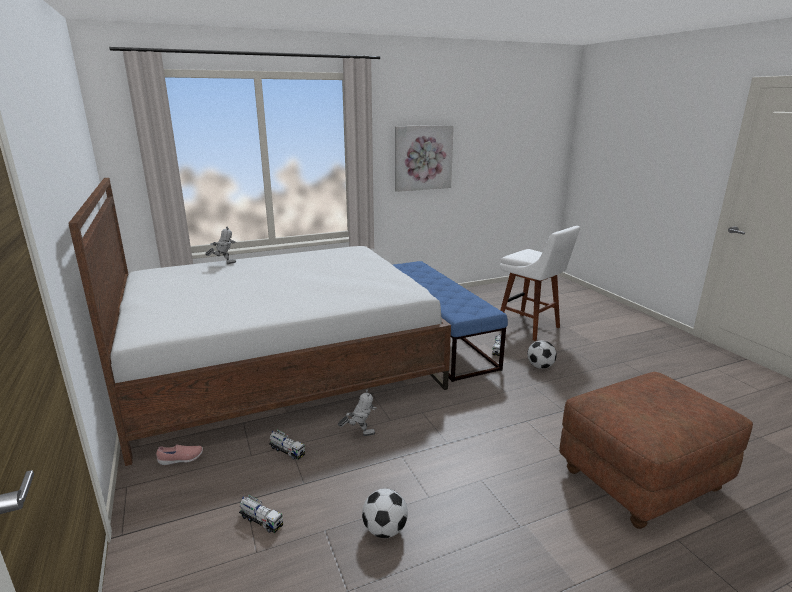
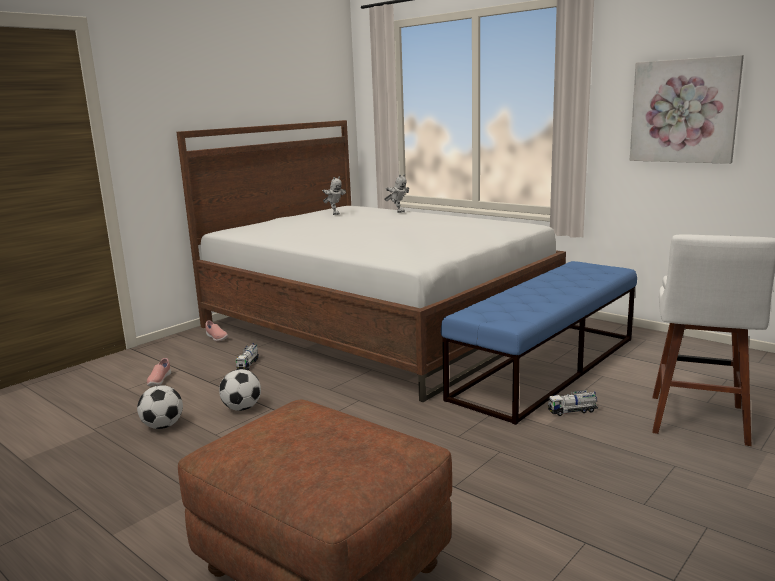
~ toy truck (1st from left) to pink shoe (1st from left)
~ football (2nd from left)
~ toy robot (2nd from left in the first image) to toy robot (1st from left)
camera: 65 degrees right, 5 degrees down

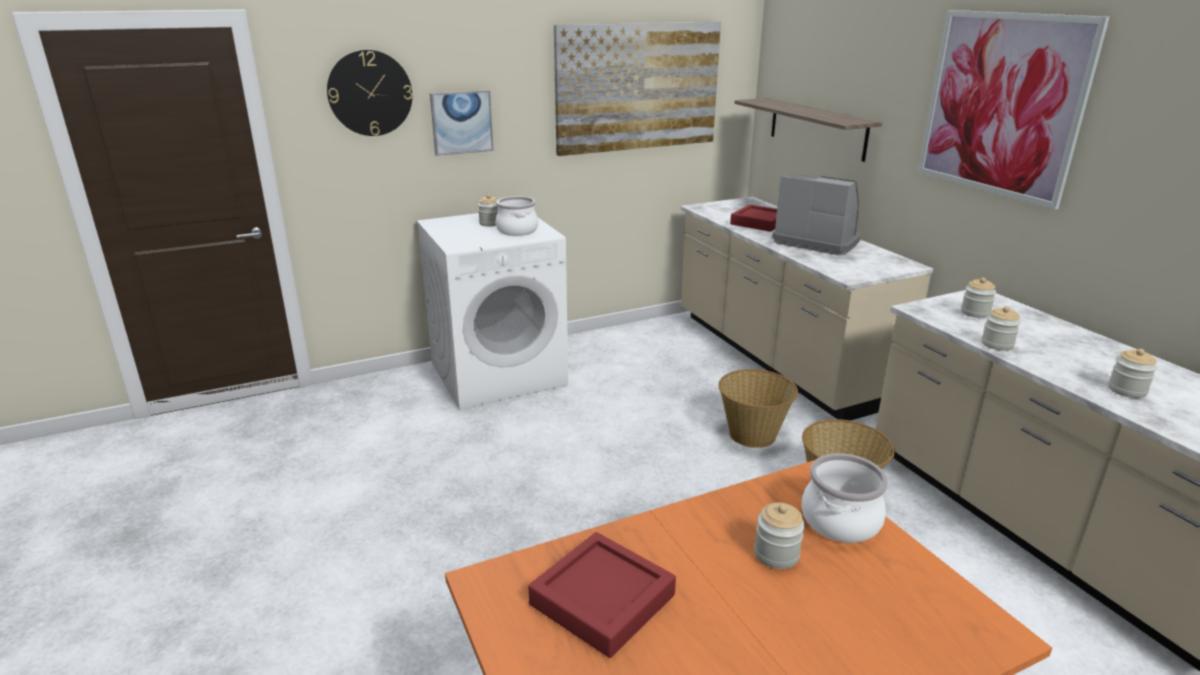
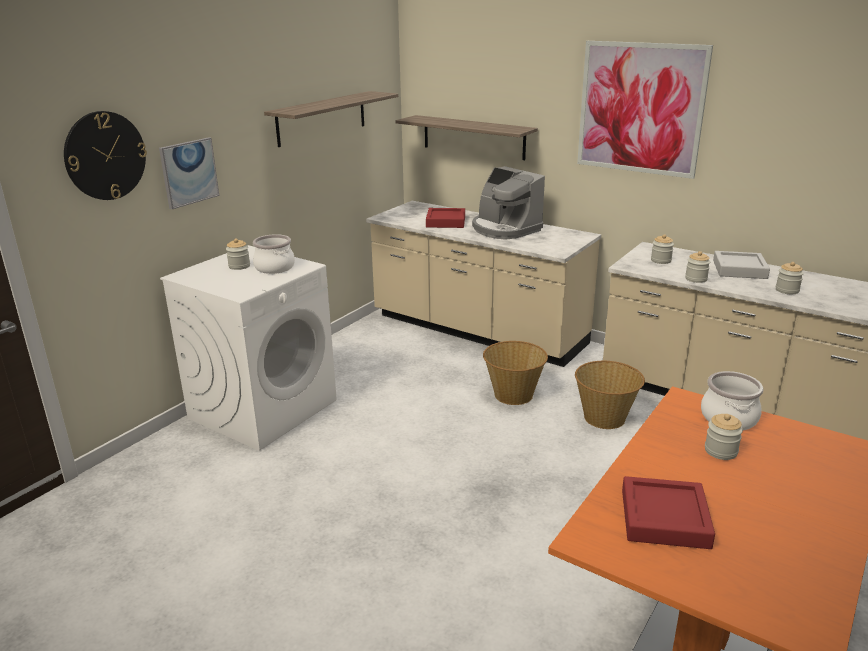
~ picture (2nd from left) to shelf (1st from left)
~ coffee machine 135 degrees counterclockwise
+ grey tray
camera: 30 degrees left, 0 degrees up

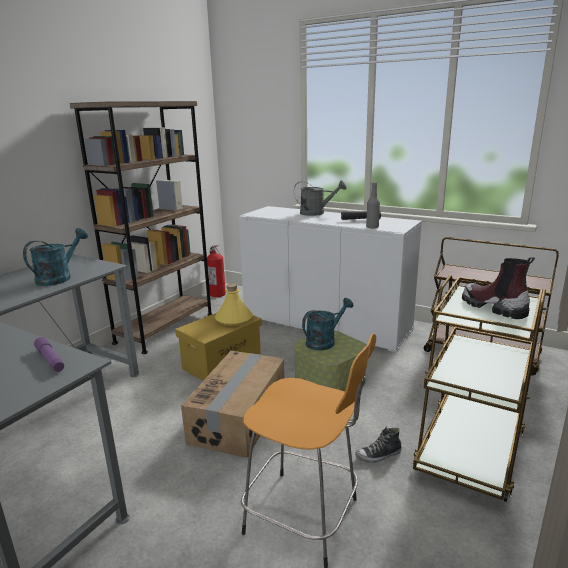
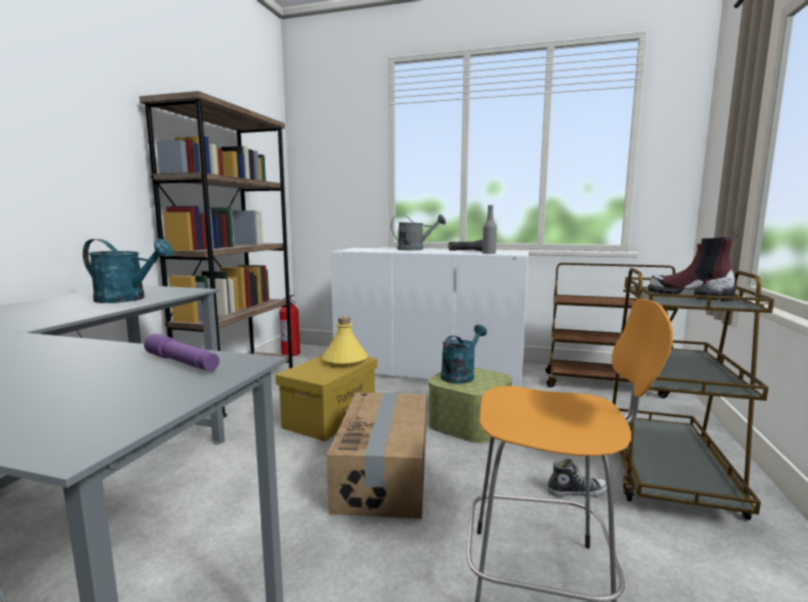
~ turquoise watering can (1st from left) 90 degrees clockwise
~ shoe 150 degrees counterclockwise
camera: 15 degrees left, 10 degrees down

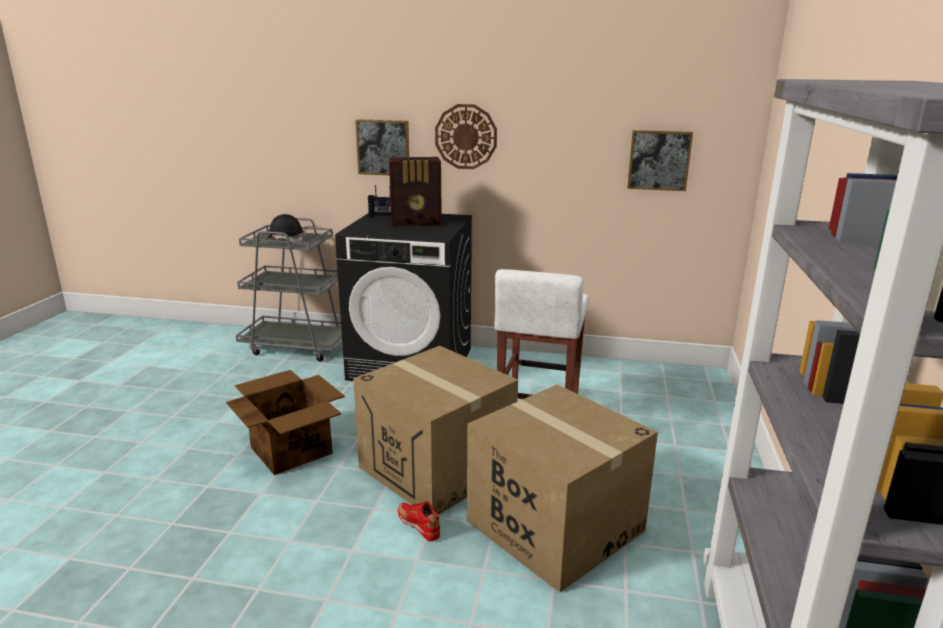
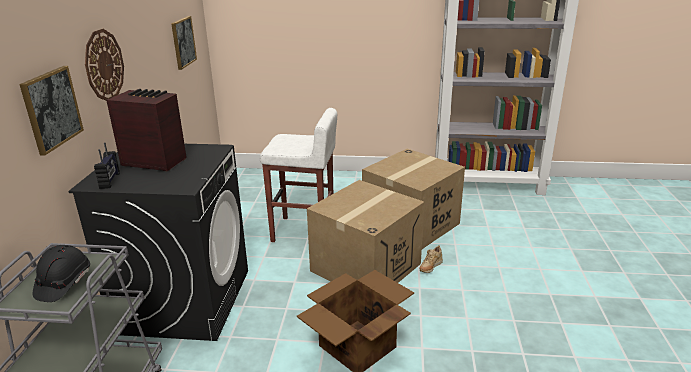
~ radio (2nd from left) 60 degrees counterclockwise
~ red shoe to beige shoe
camera: 95 degrees left, 5 degrees up

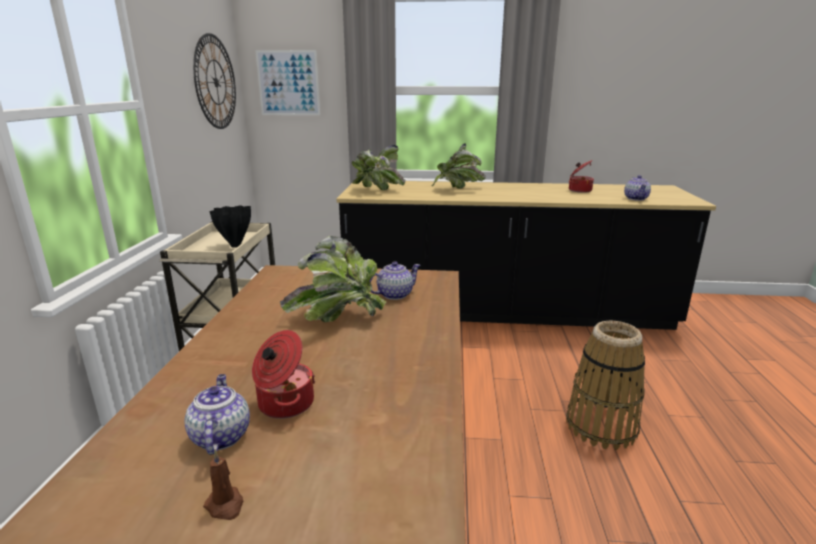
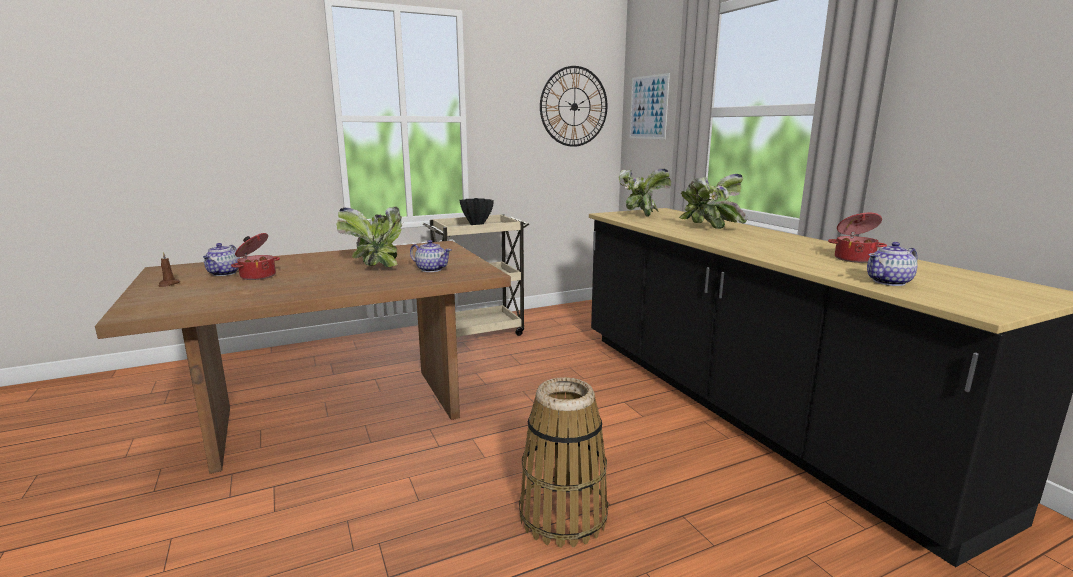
~ teapot (1st from left) 135 degrees clockwise
camera: 60 degrees right, 5 degrees down

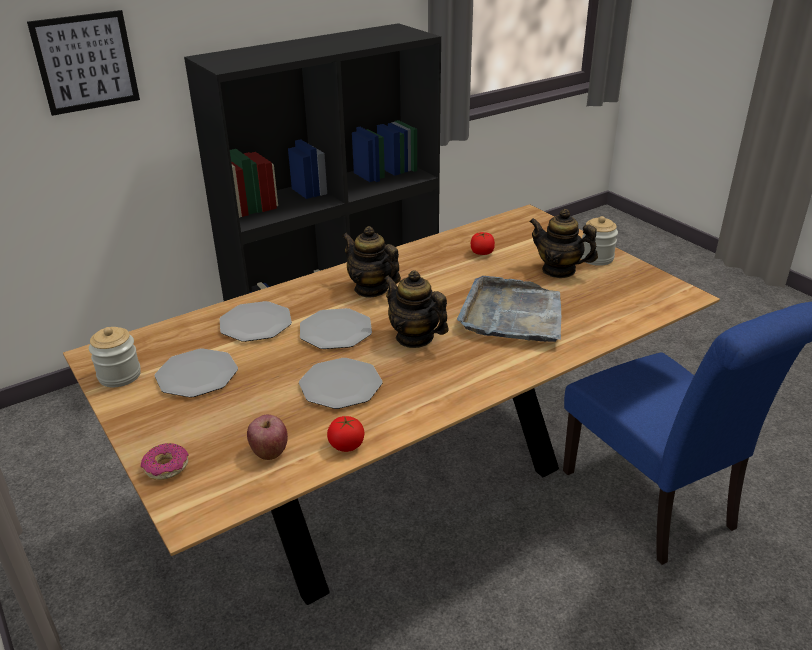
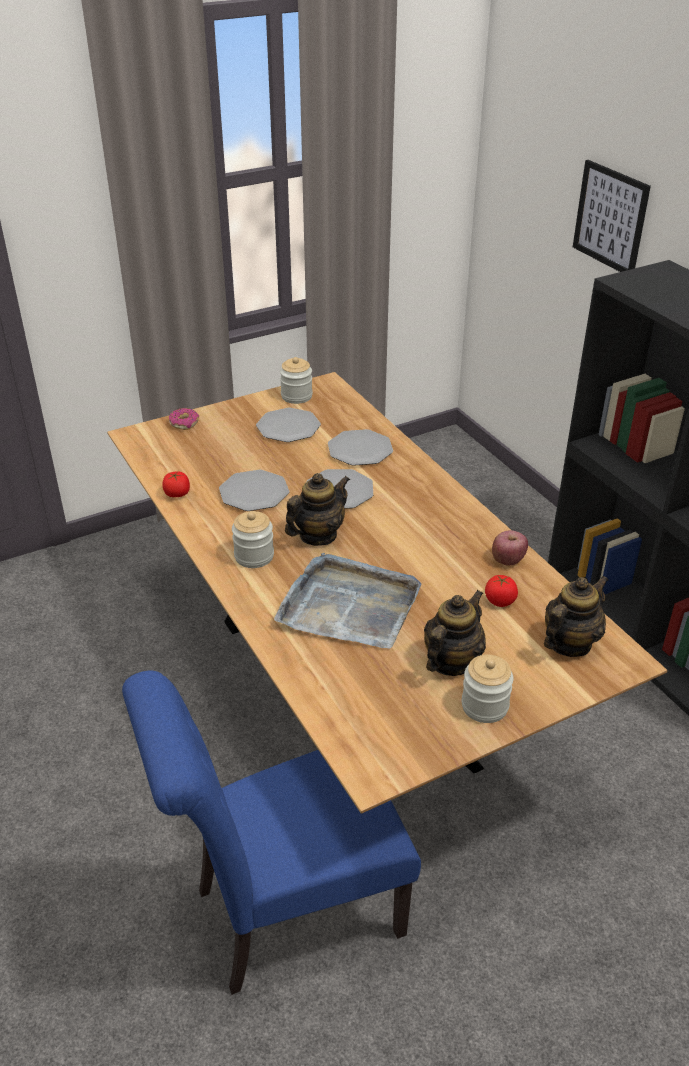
+ jar (1st from left)
~ apple
~ teapot (1st from left in the first image) to teapot (3rd from left)
camera: 95 degrees right, 5 degrees up

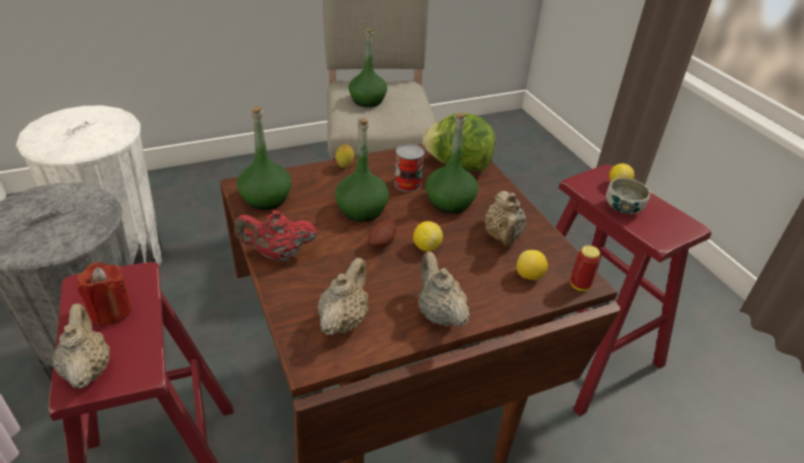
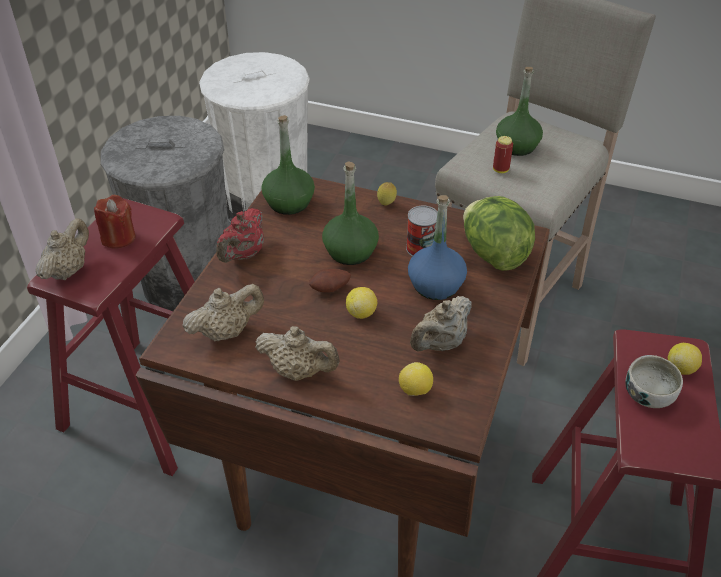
~ red teapot 105 degrees counterclockwise
~ beige teapot (3rd from left) 90 degrees clockwise
~ green bottle (4th from left) to blue bottle
~ can (2nd from left)
camera: 45 degrees right, 5 degrees up

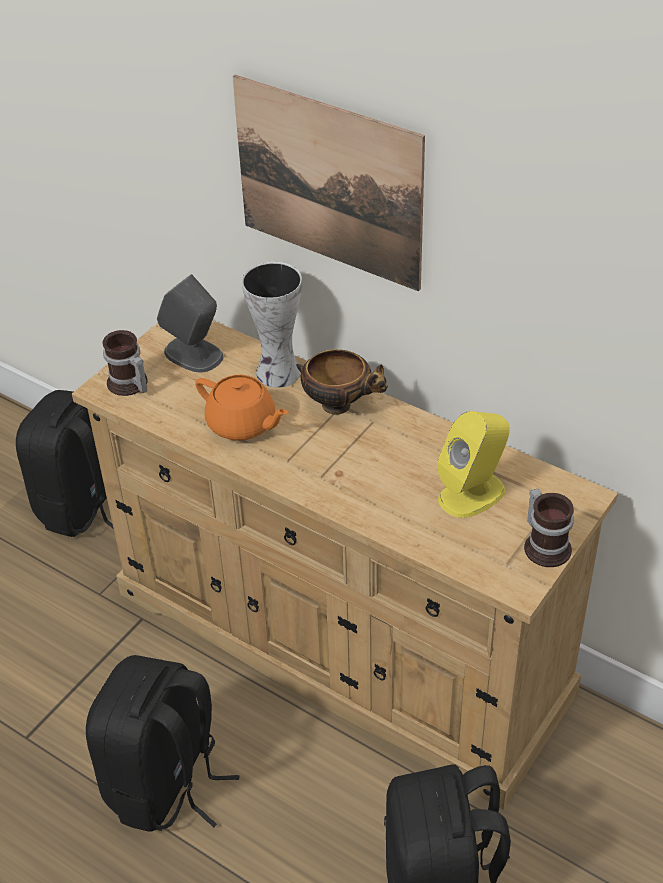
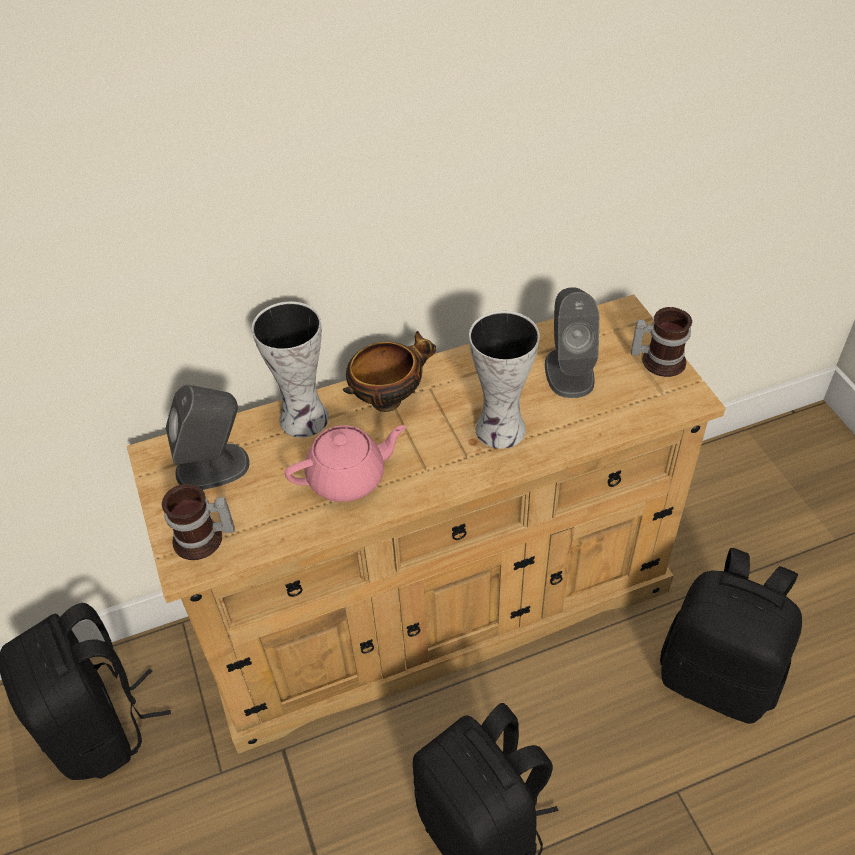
~ orange teapot to pink teapot
+ vase (2nd from left)
~ yellow speaker to grey speaker (2nd from left)
- picture
camera: 55 degrees left, 5 degrees up

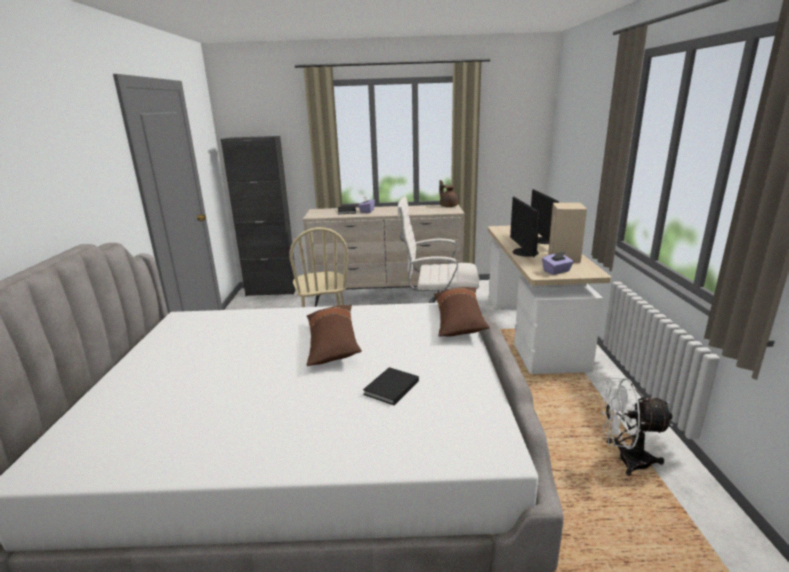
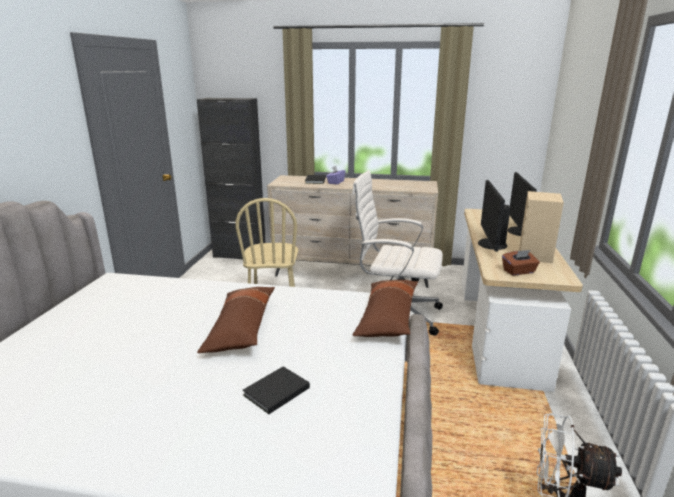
~ purple tissue box (2nd from left) to brown tissue box
- brown teapot
camera: 10 degrees right, 0 degrees up

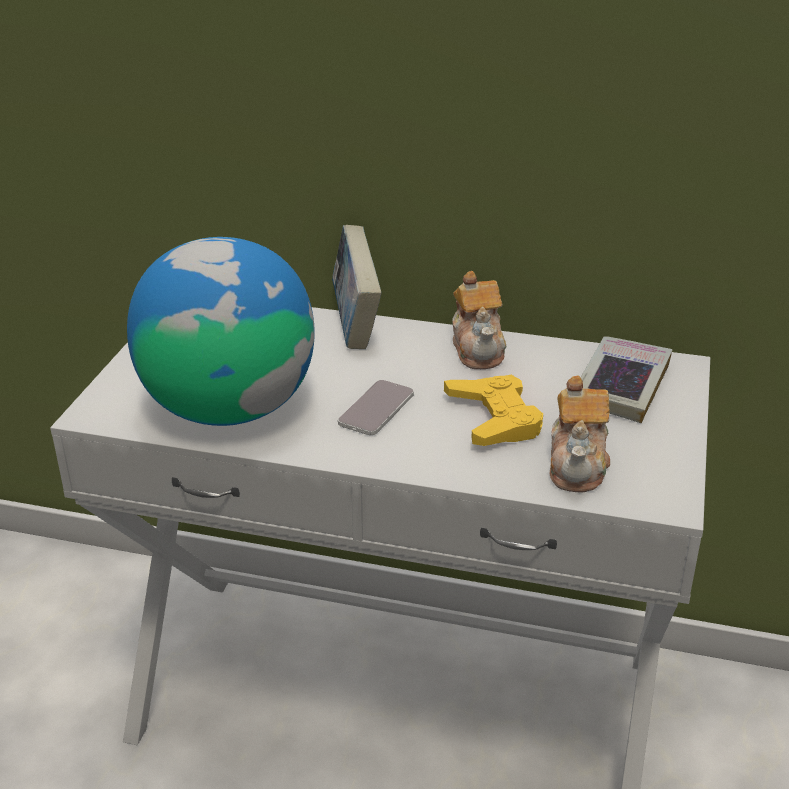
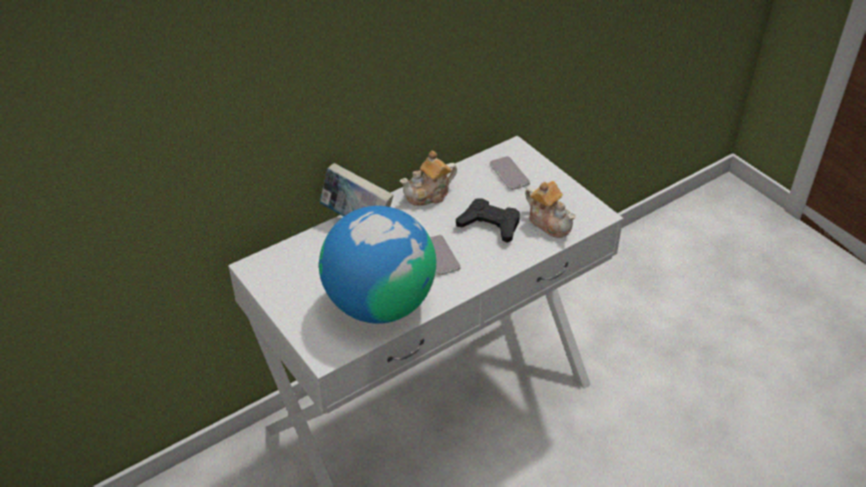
~ teapot (1st from left) 120 degrees clockwise
~ yellow game controller to black game controller
~ book (2nd from left) to phone (2nd from left)
camera: 50 degrees left, 10 degrees up

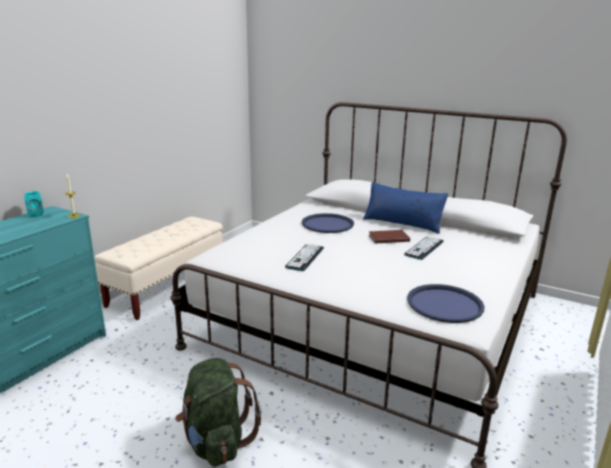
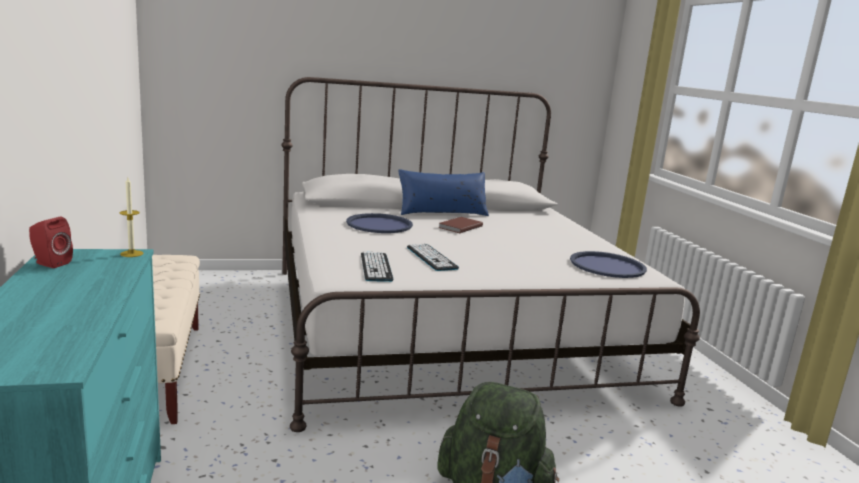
~ turquoise speaker to red speaker
~ keyboard (2nd from left in the first image) to keyboard (1st from left)
camera: 45 degrees left, 5 degrees down

